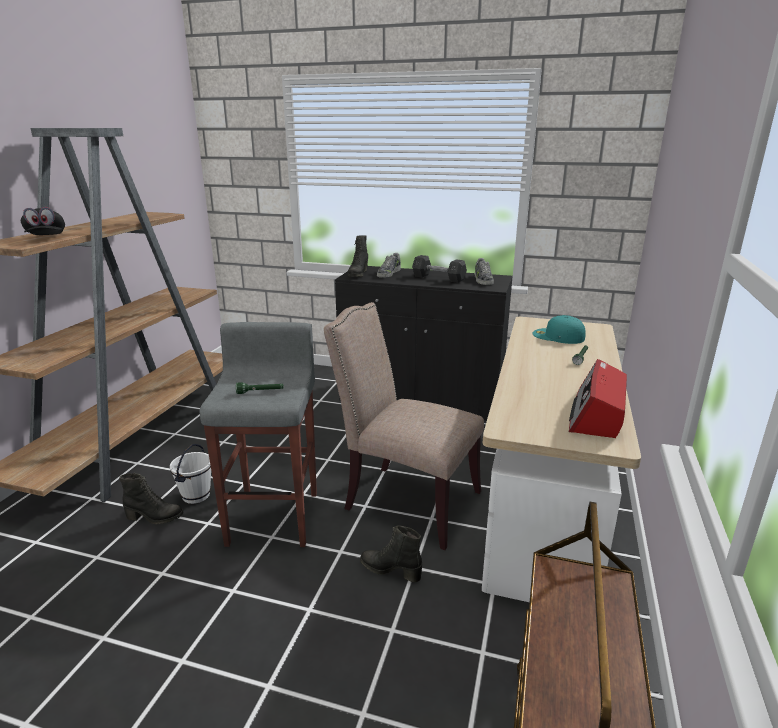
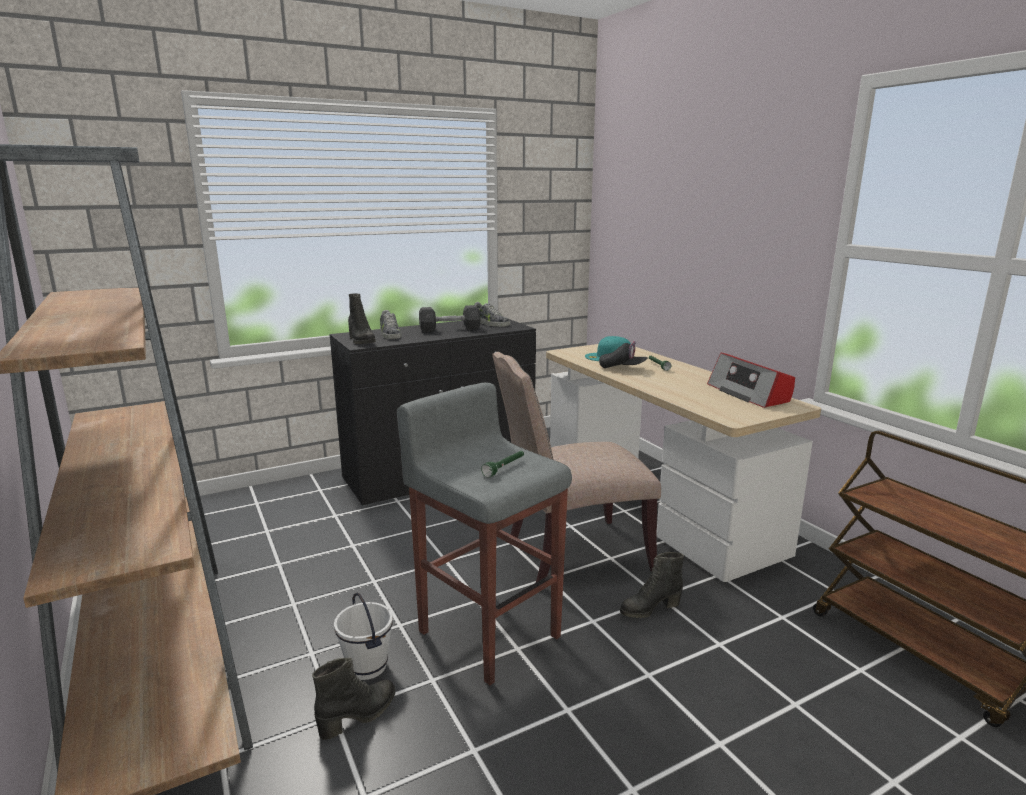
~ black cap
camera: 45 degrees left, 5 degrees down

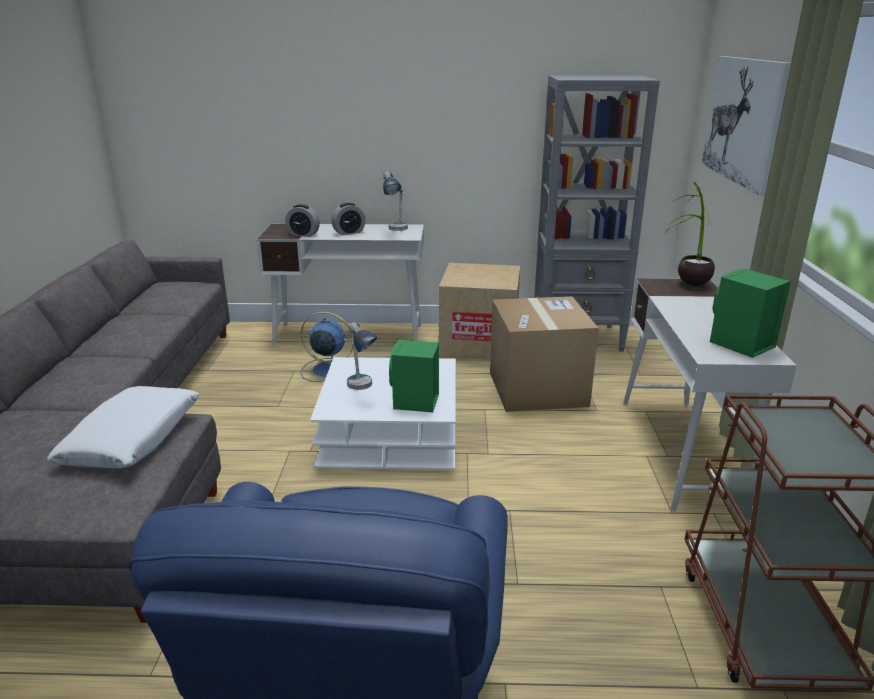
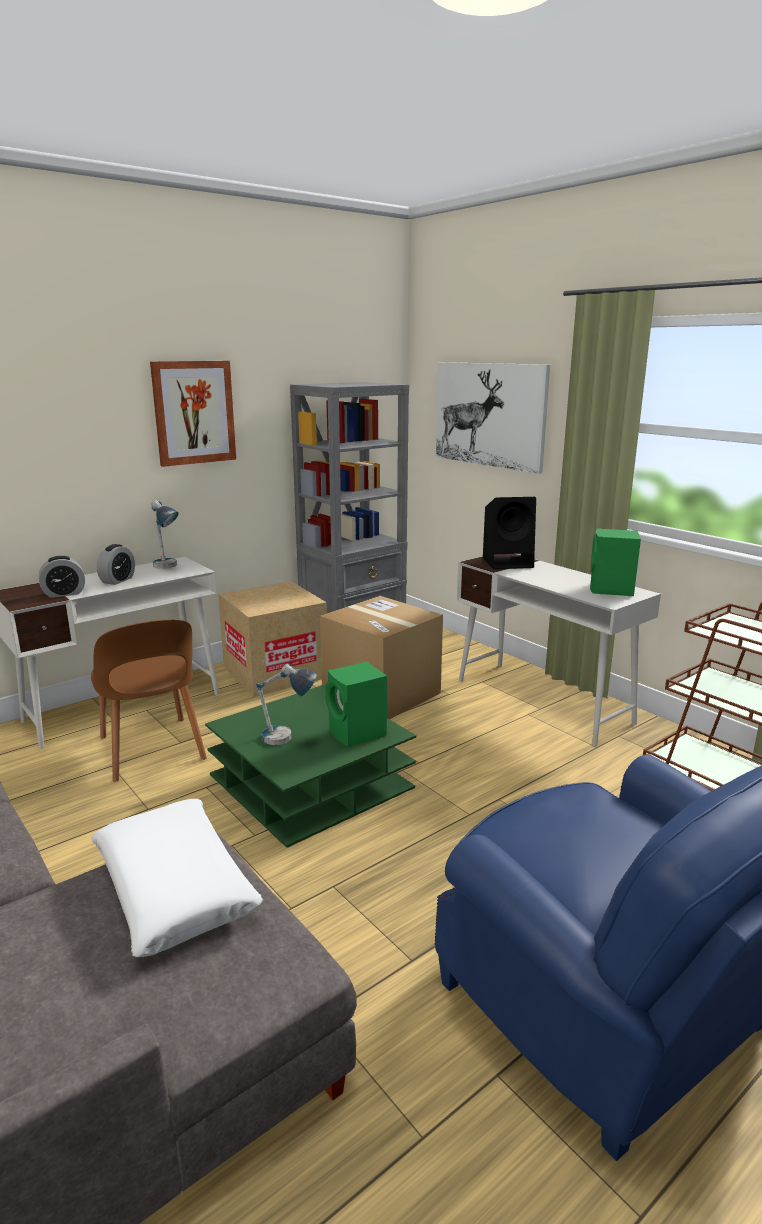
~ blue fan to brown chair
+ picture (1st from left)
~ white coffee table to green coffee table
~ potted plant to black speaker
camera: 40 degrees left, 5 degrees down

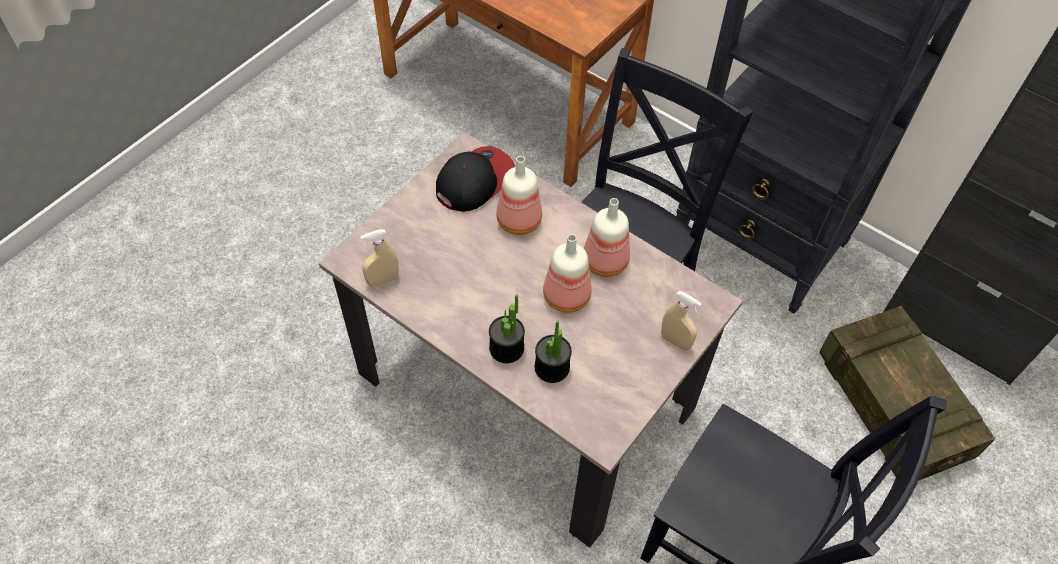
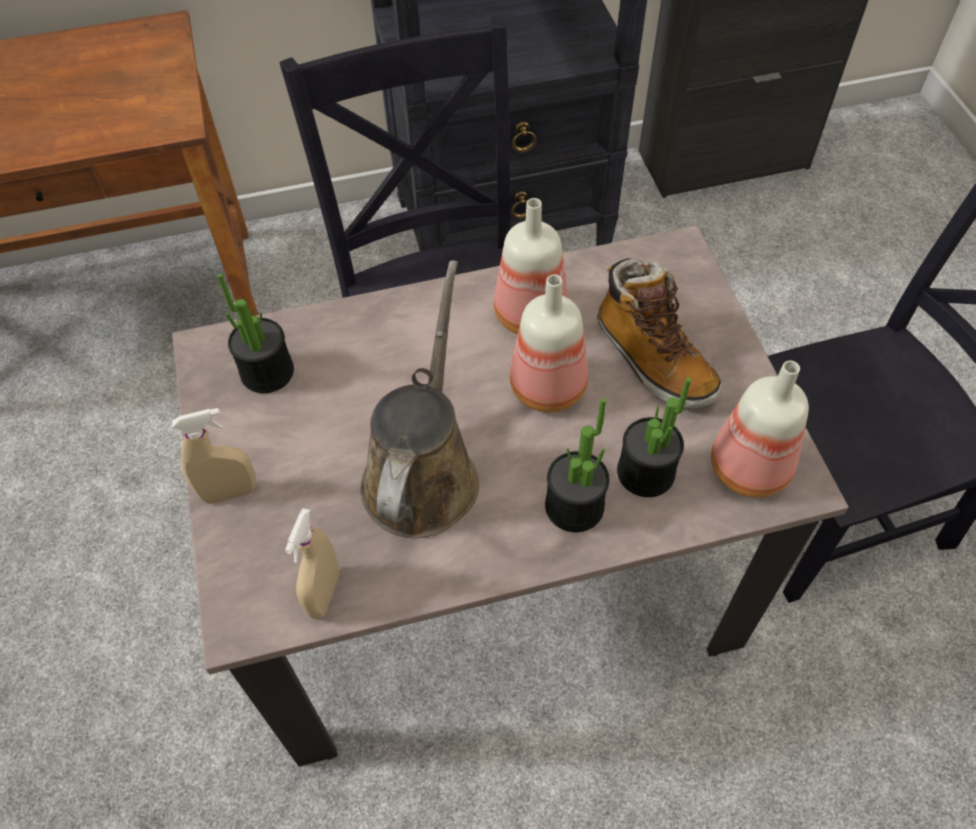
~ beige spray bottle (2nd from left in the first image) to beige spray bottle (1st from left)
~ cap to potted plant (1st from left)
+ brown watering can
+ boot
~ bottle (1st from left in the first image) to bottle (3rd from left)
- crate
camera: 50 degrees left, 0 degrees up

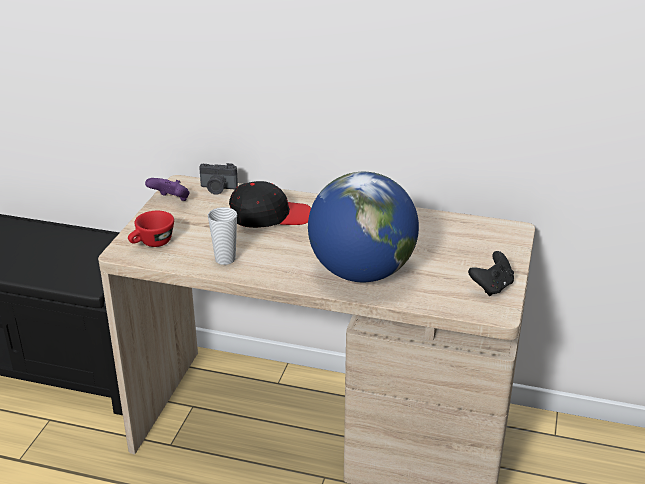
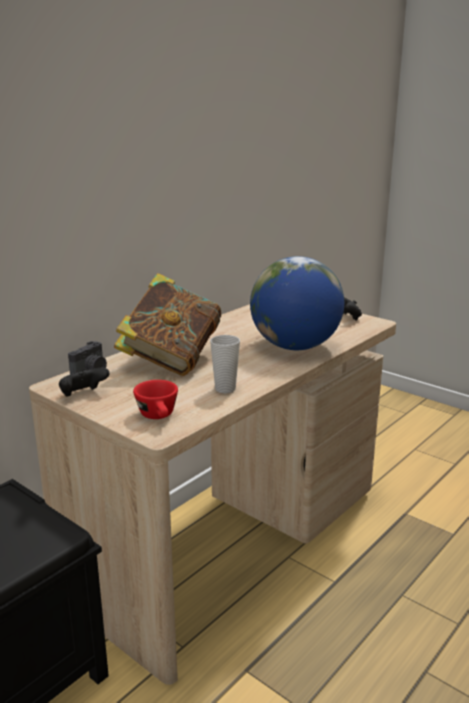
~ purple game controller to black game controller (1st from left)
~ black cap to book
camera: 65 degrees left, 10 degrees down

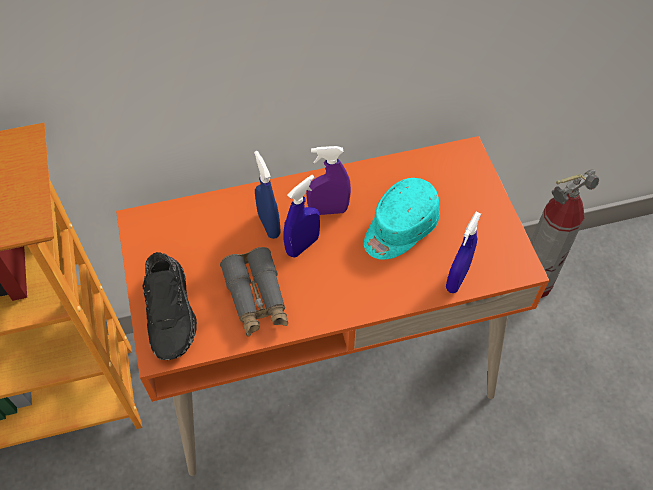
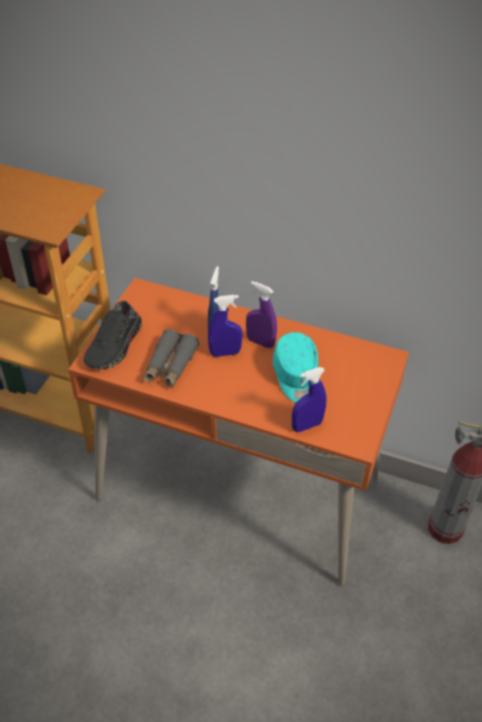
~ turquoise cap 90 degrees counterclockwise
camera: 35 degrees right, 10 degrees down

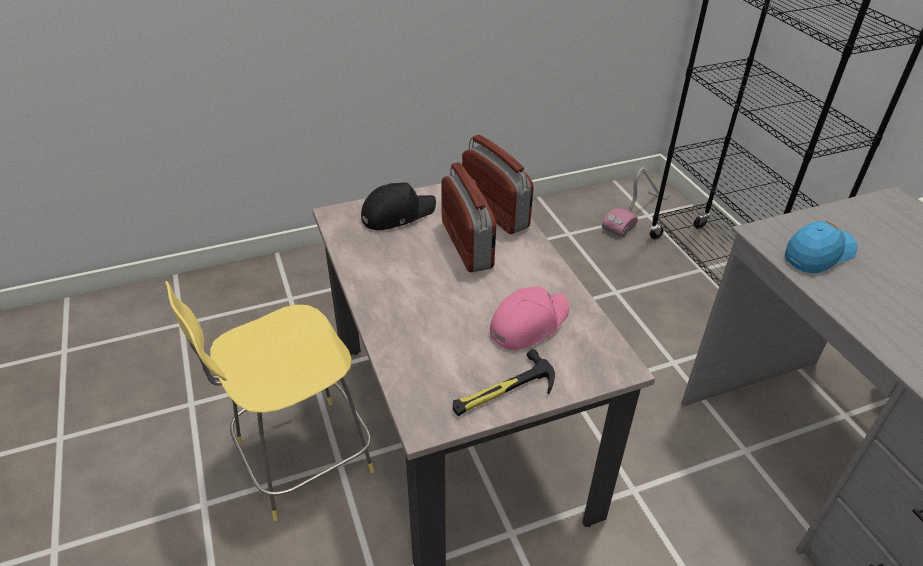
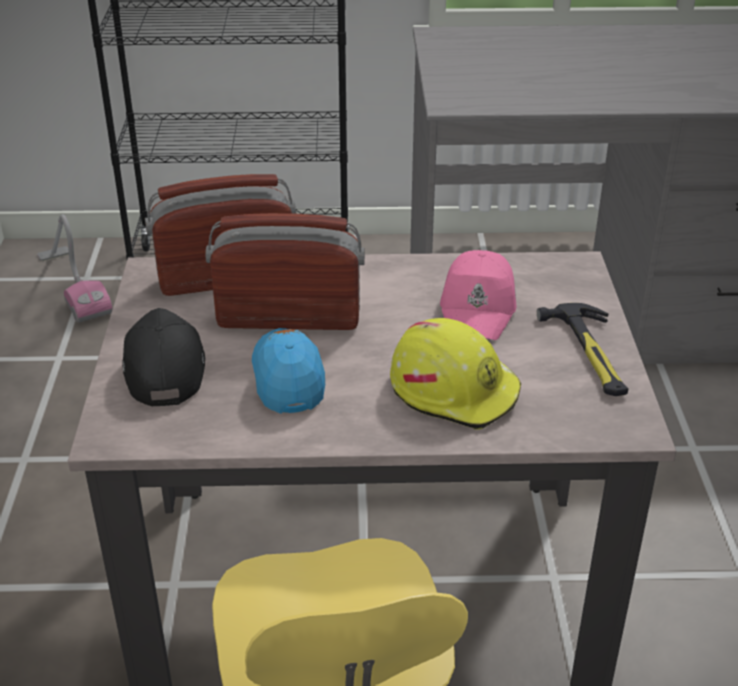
~ blue cap
+ yellow hard hat
~ pink cap 150 degrees counterclockwise
camera: 70 degrees left, 5 degrees down

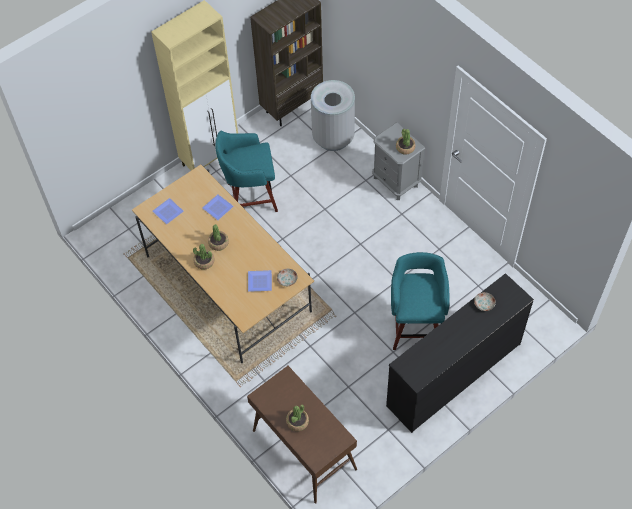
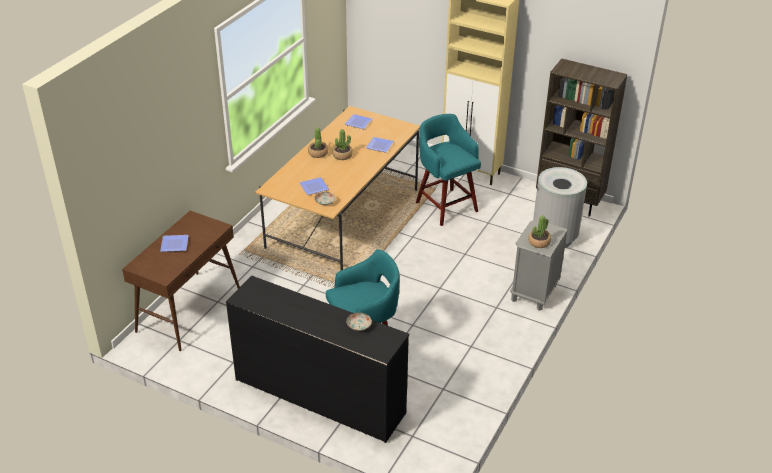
~ potted plant (3rd from left) to plate (1st from left)
camera: 65 degrees right, 20 degrees down

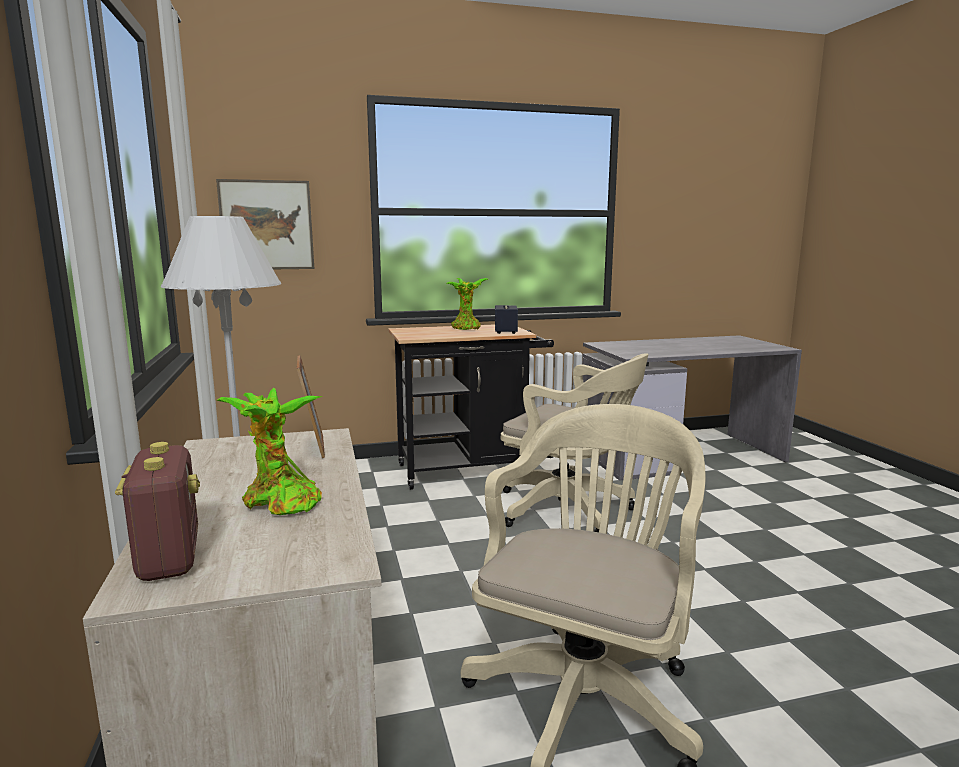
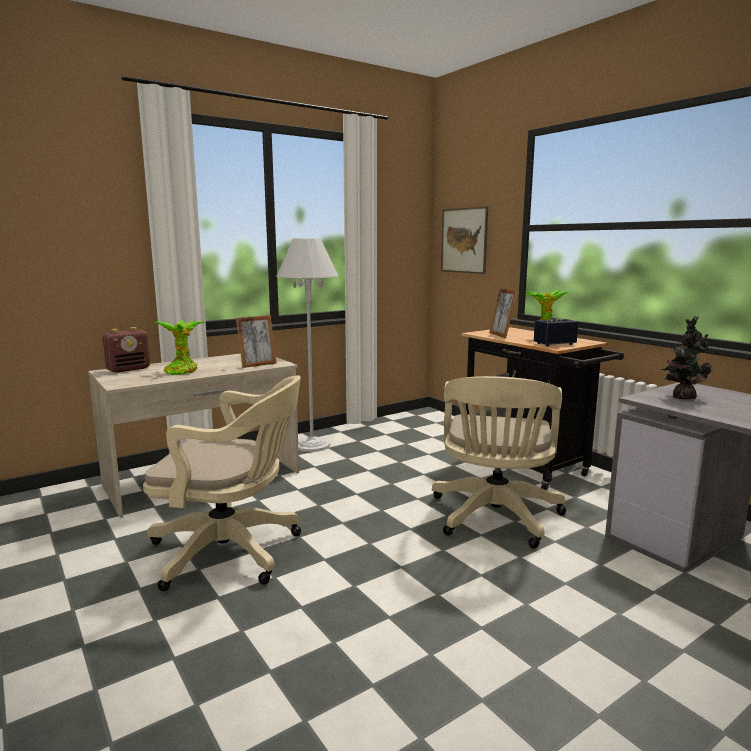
+ picture frame (2nd from left)
+ potted plant (3rd from left)
camera: 70 degrees right, 0 degrees up

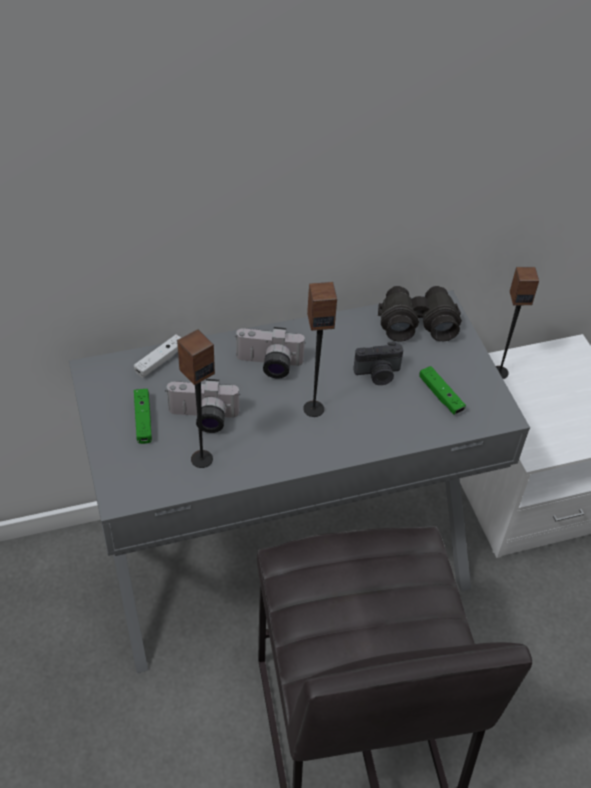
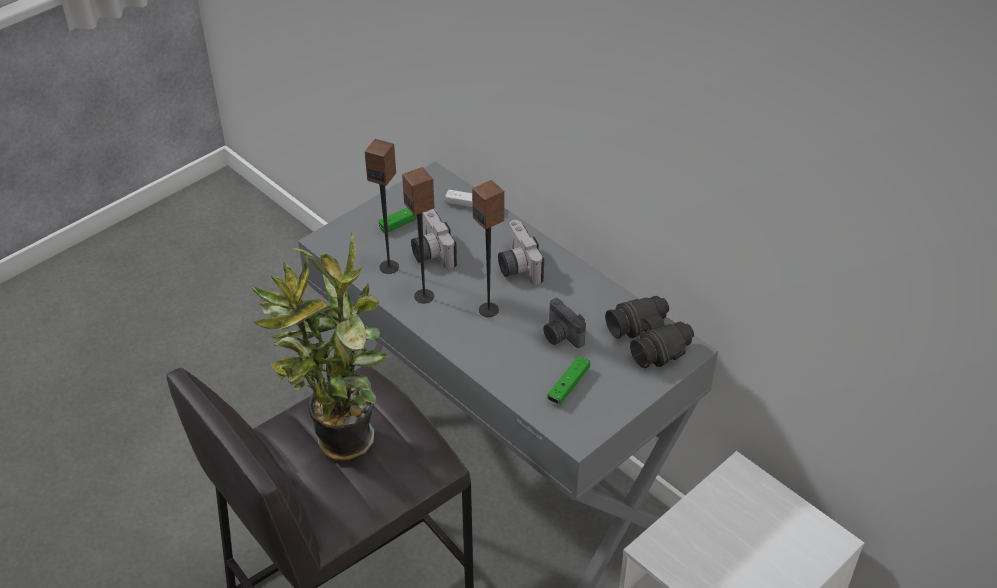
+ potted plant
~ speaker (3rd from left in the first image) to speaker (2nd from left)
camera: 65 degrees right, 5 degrees down

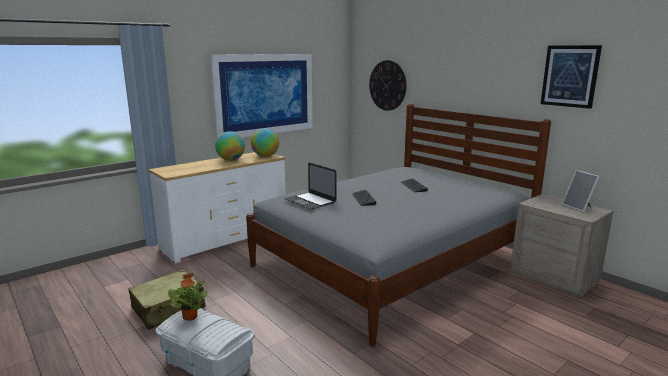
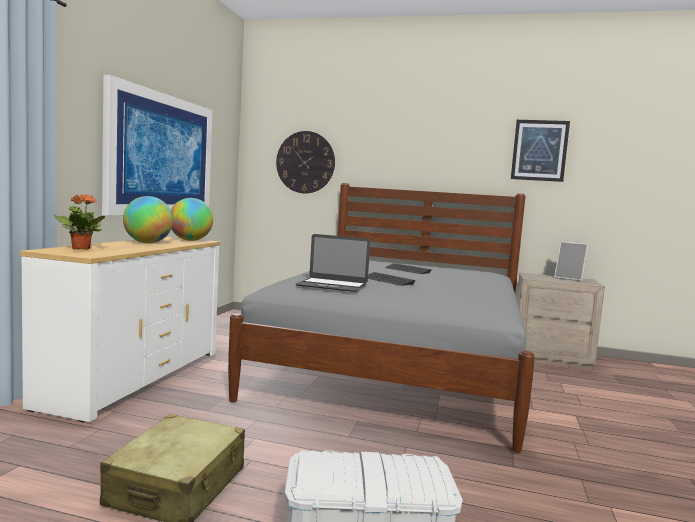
~ potted plant
camera: 35 degrees left, 10 degrees down

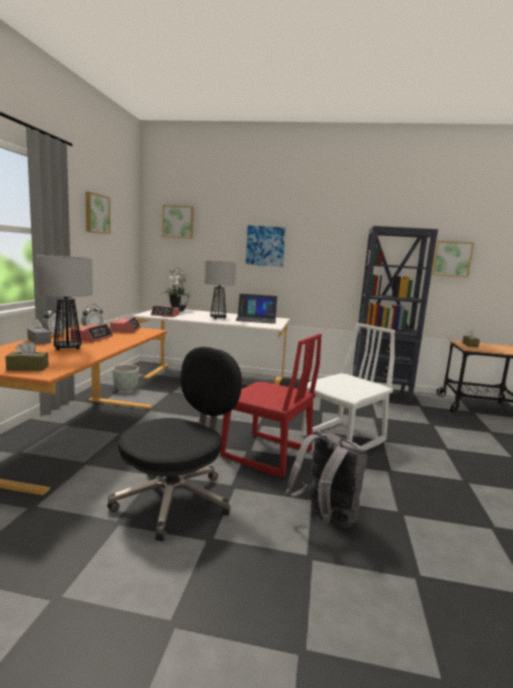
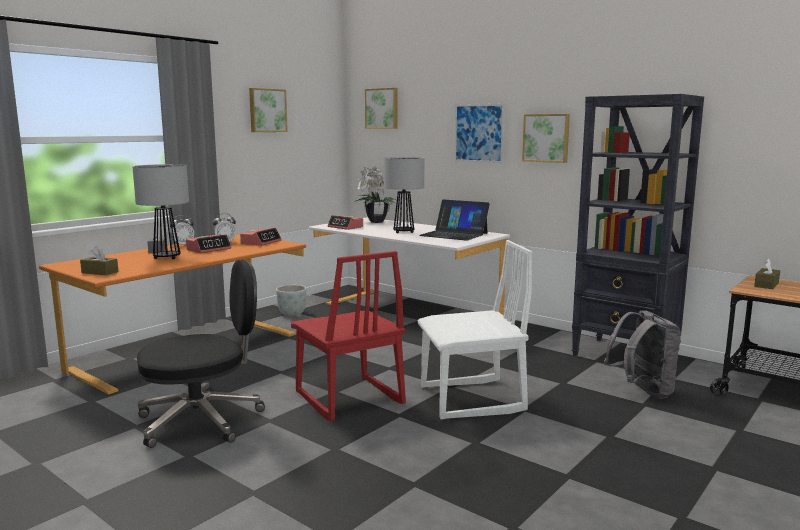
~ picture (4th from left)
~ grey backpack
camera: 30 degrees right, 0 degrees up

